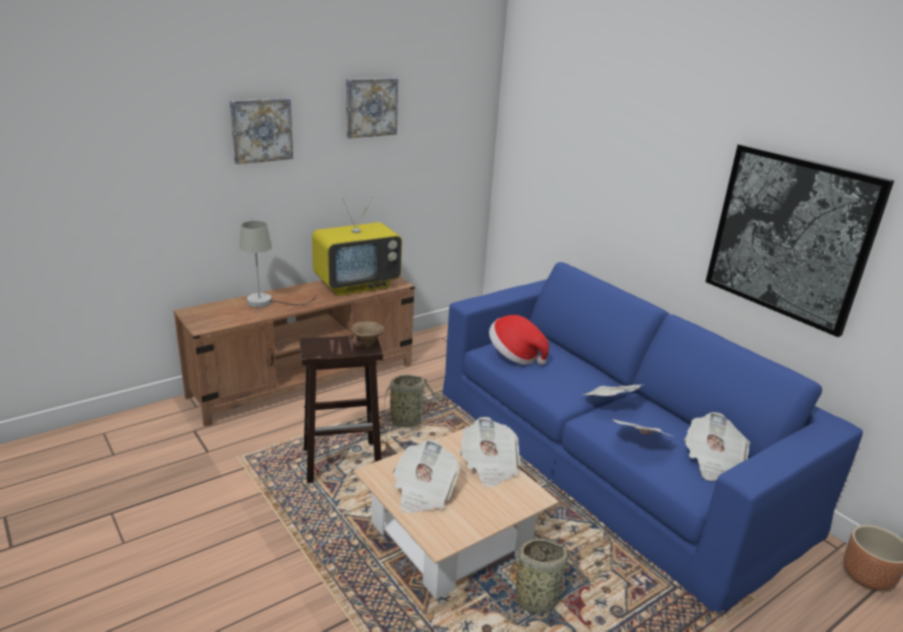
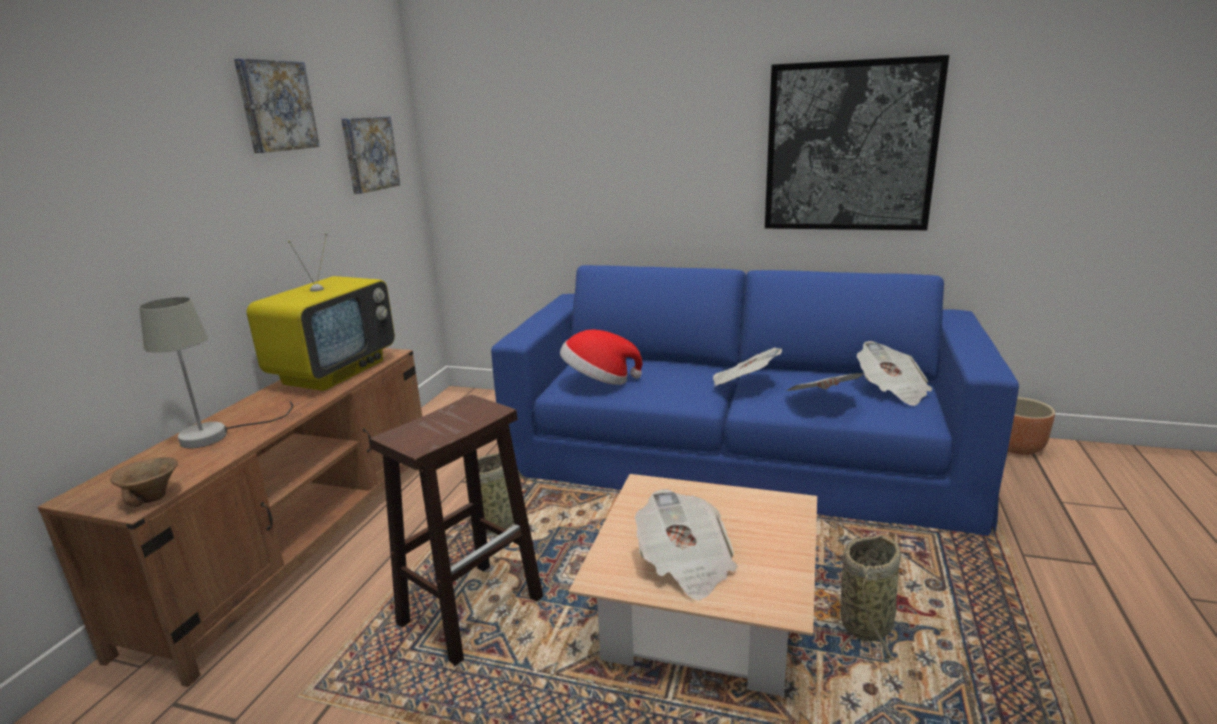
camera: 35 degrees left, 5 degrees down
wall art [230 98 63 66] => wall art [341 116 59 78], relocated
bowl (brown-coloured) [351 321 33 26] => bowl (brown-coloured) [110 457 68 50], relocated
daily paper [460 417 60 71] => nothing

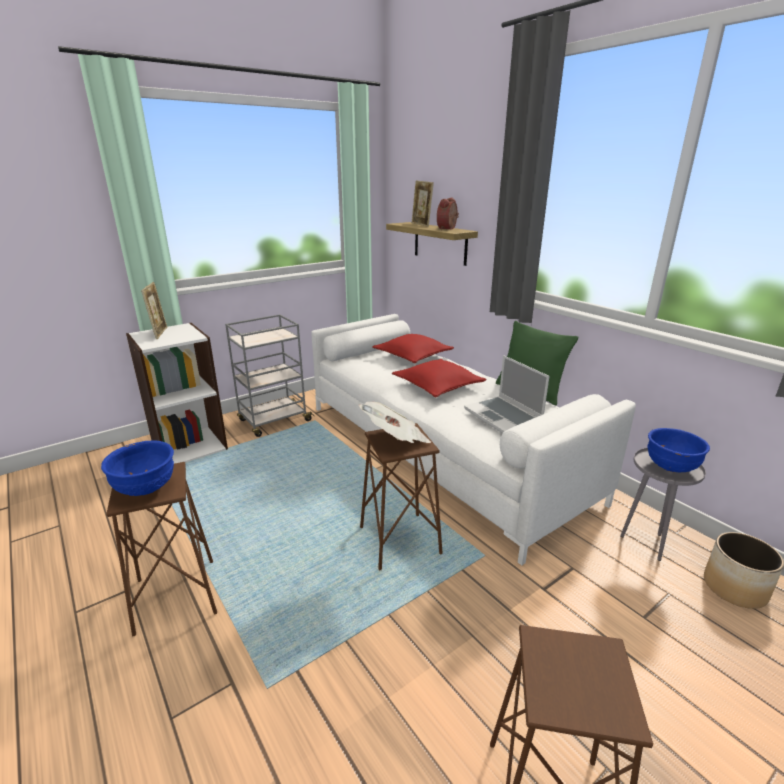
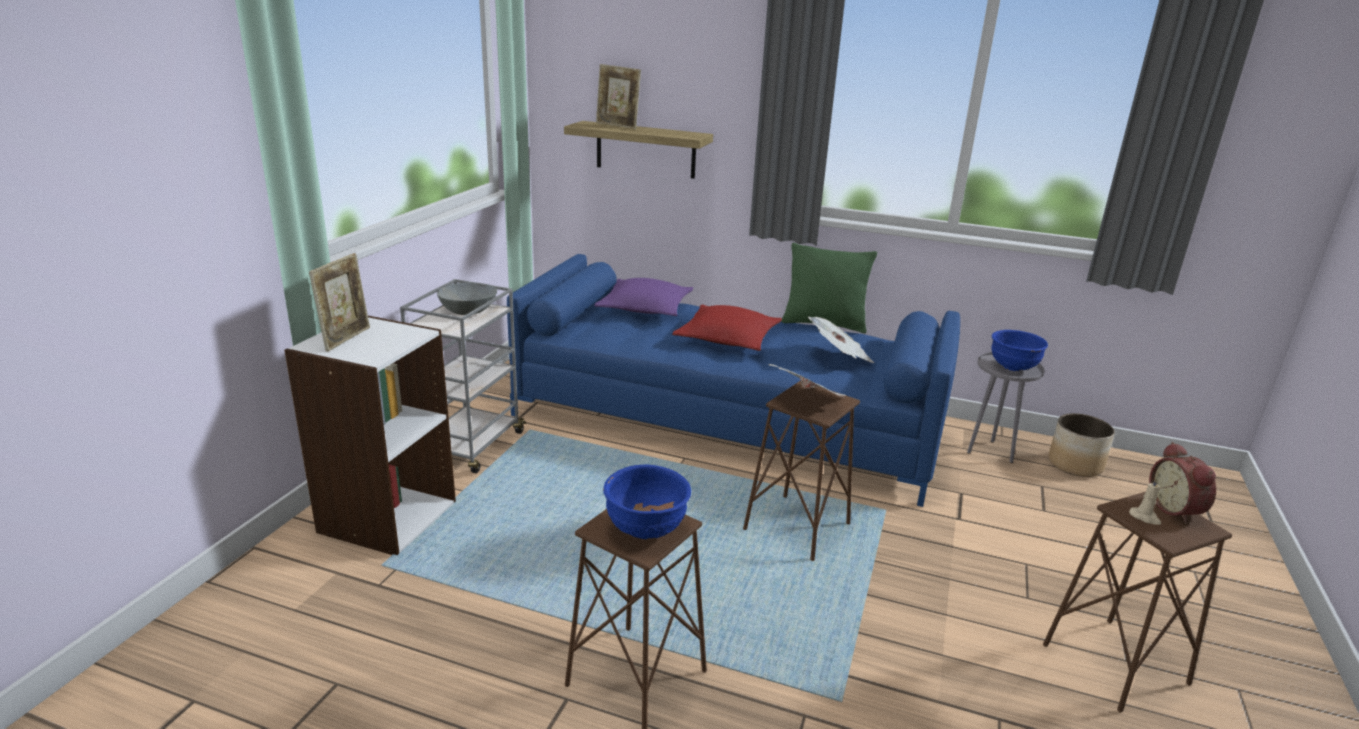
camera: 35 degrees left, 0 degrees up
bedside clock [437 198 22 32] => bedside clock [1149 442 67 82], relocated
standing frame [141 282 26 57] => standing frame [309 253 61 99], 60 degrees clockwise
settee (whitish) [311 314 324 251] => settee (blue-coloured) [507 254 453 253]
cushion (reddish) [372 334 82 29] => cushion (purple-coloured) [594 278 99 38]
portable computer [464 355 86 78] => daily paper [808 317 66 46]
nothing => bowl (greyish) [437 282 60 33]
nothing => wax candle (beige) [1129 477 32 48]

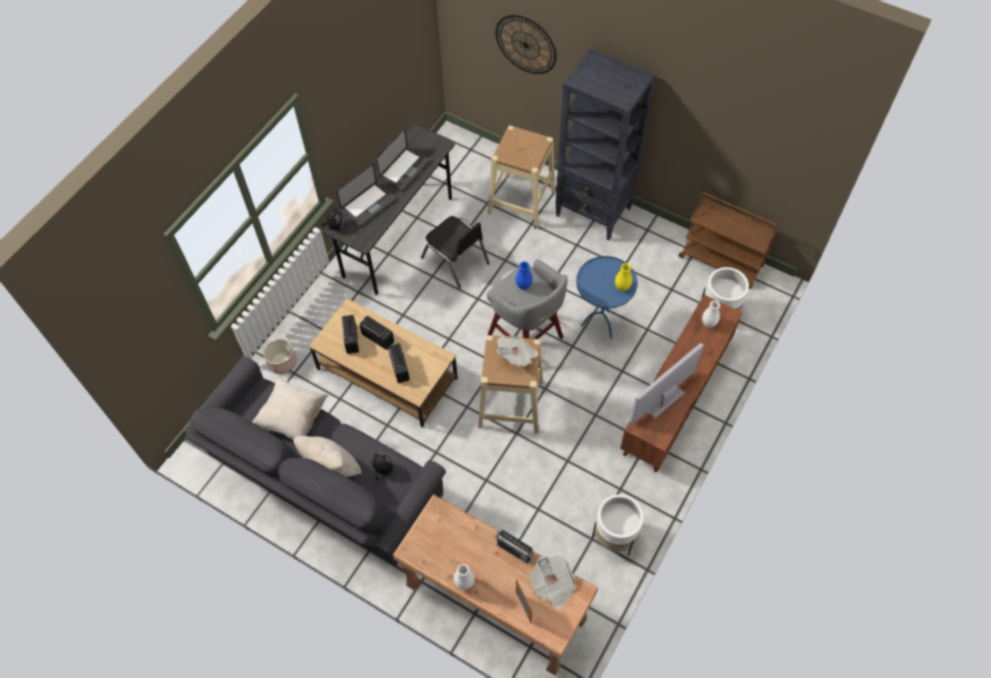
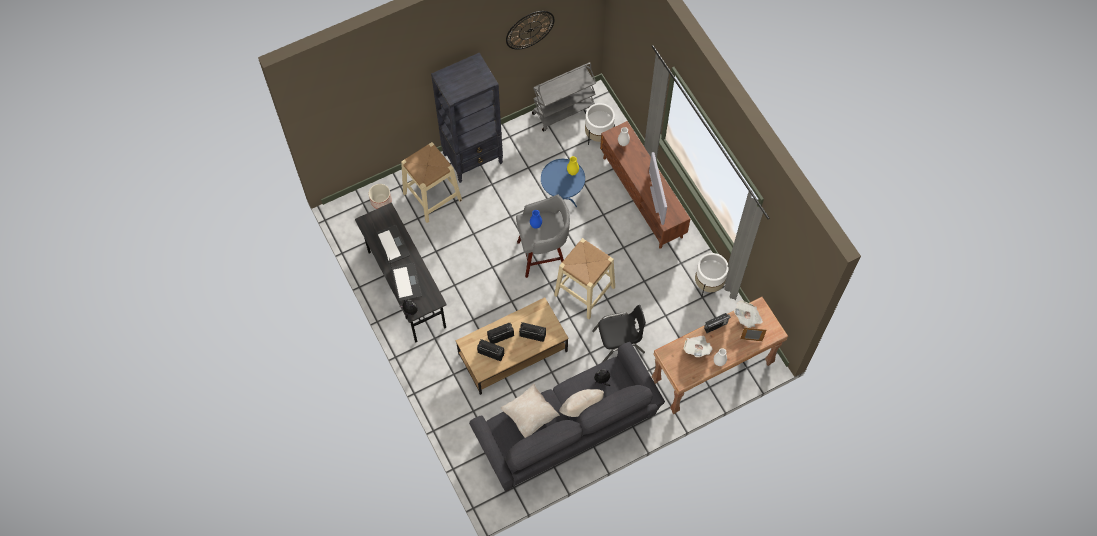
camera: 60 degrees left, 5 degrees up
wall clock [496 15 60 59] => wall clock [506 11 48 39], relocated
wheeled cart (brown-coloured) [679 192 98 97] => wheeled cart (greyish) [532 62 64 70]
chair (black-coloured) [421 216 69 73] => chair (black-coloured) [592 305 54 58], relocated
daily paper [497 336 42 31] => daily paper [684 335 29 22], relocated
planter [263 339 33 35] => planter [369 184 23 25], relocated

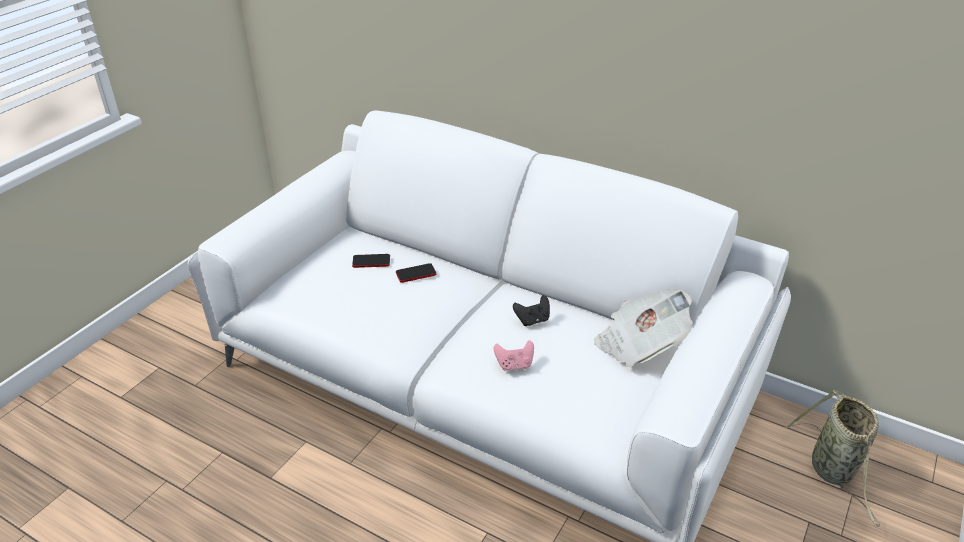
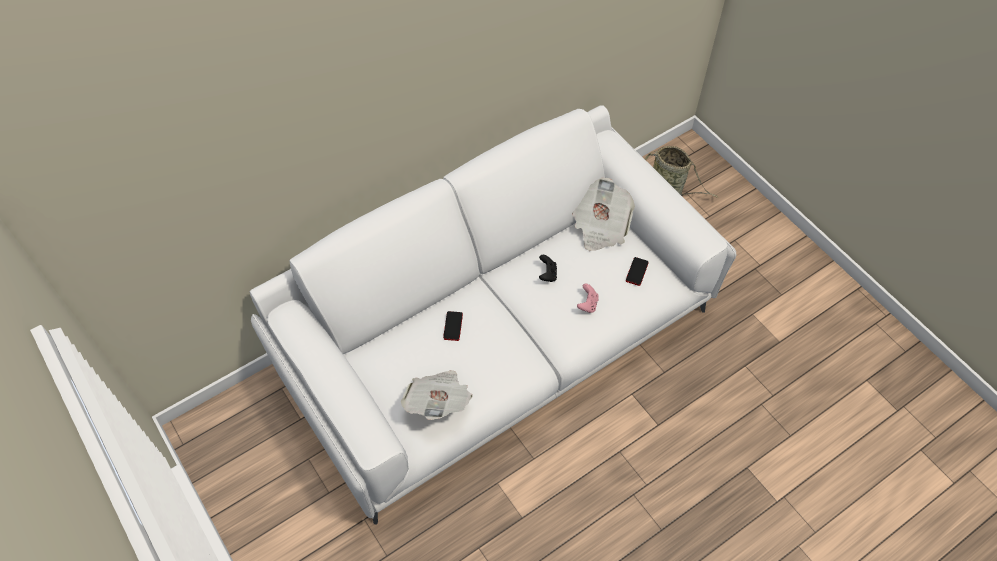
camera: 65 degrees left, 20 degrees up
telephone [352 254 38 14] => telephone [626 257 23 29], relocated
nothing => daily paper [401 370 72 50]

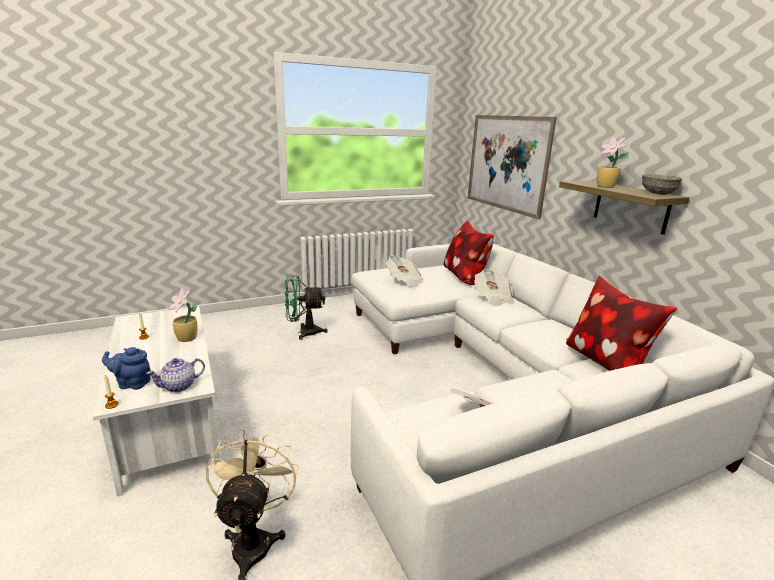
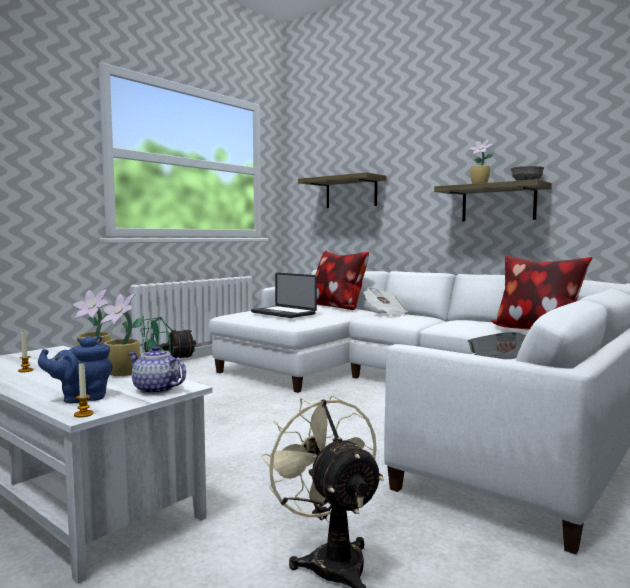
camera: 25 degrees left, 15 degrees down
wall art [468 115 89 105] => shelf [298 172 89 36]
daily paper [386 255 37 33] => portable computer [251 273 66 45]
tea pot [146 358 59 34] => tea pot [127 346 59 48], 90 degrees clockwise
nothing => potted plant [100 294 44 82]

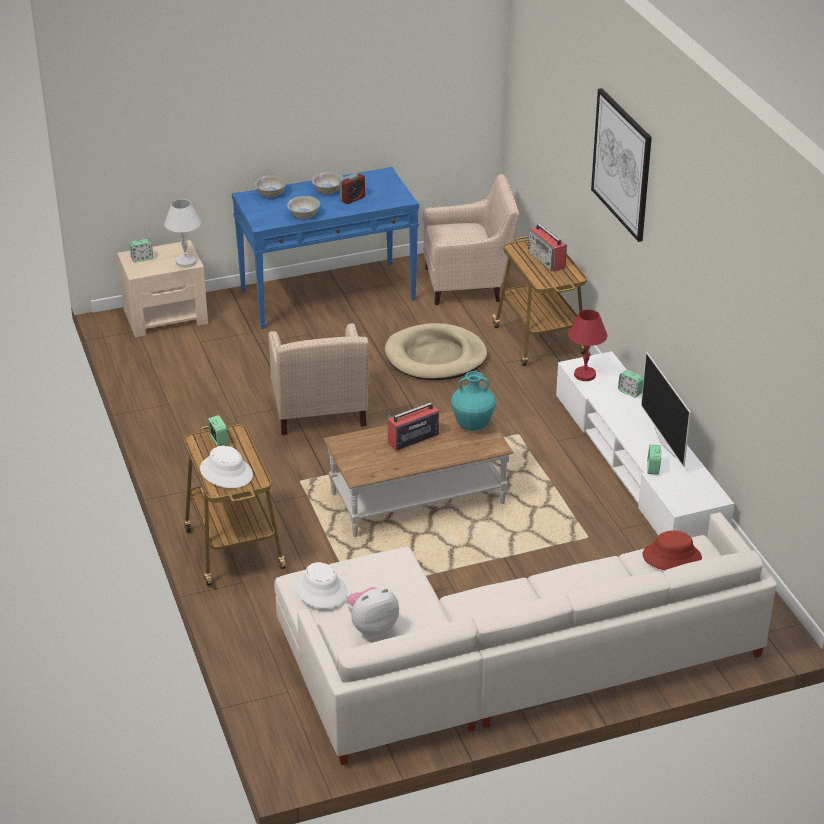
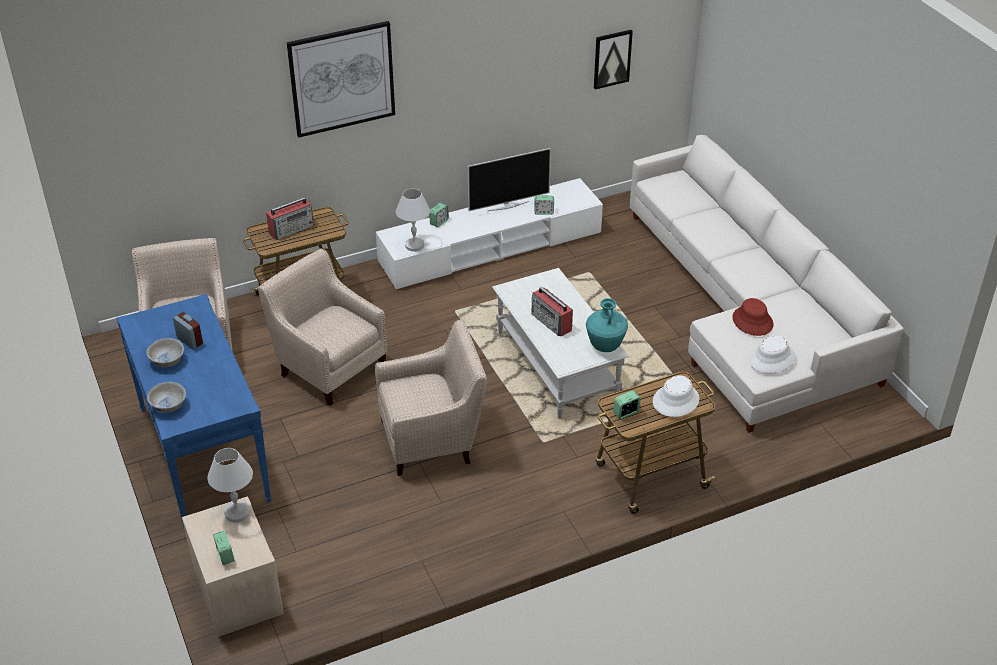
camera: 95 degrees left, 5 degrees up
bowl (whitish) [287 196 33 23] => nothing
tabletop lamp (reddish) [568 309 39 72] => tabletop lamp (whitish) [396 188 34 63]
dog bed (beige) [385 323 102 57] => easy chair (beige) [258 249 129 157]
decorative vase (blue-green) [451 371 45 60] => decorative vase (blue-green) [586 298 42 54], relocated
low table (brown-coloured) [323 411 191 126] => low table (whitish) [492 268 137 151]
hat (reddish) [642 530 60 40] => hat (reddish) [732 298 42 38], relocated
soft toy [347 587 52 49] => nothing
nothing => wall art [594 30 39 59]

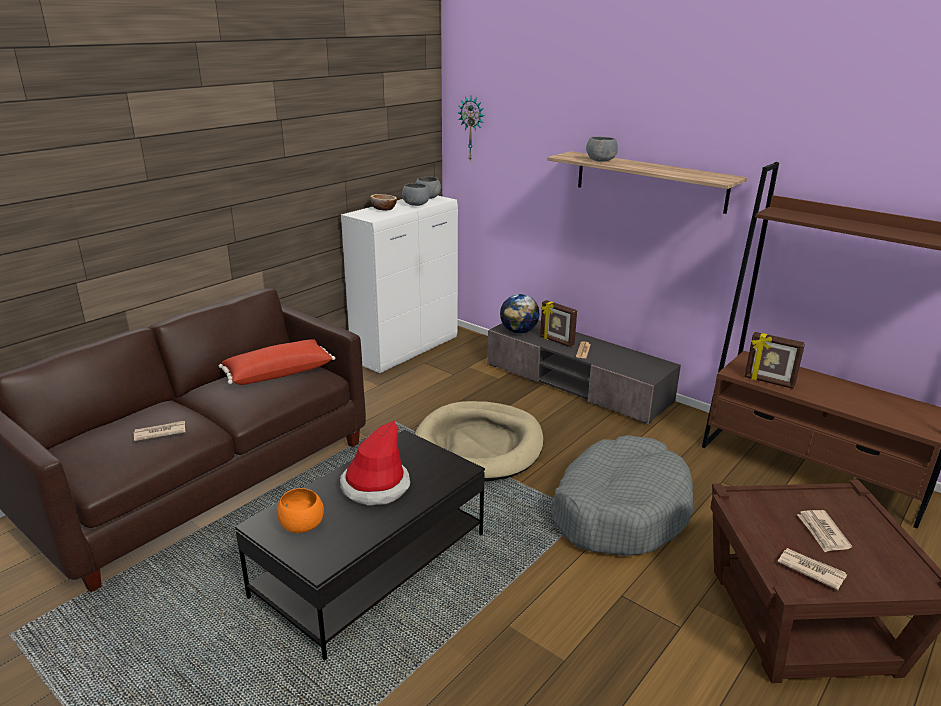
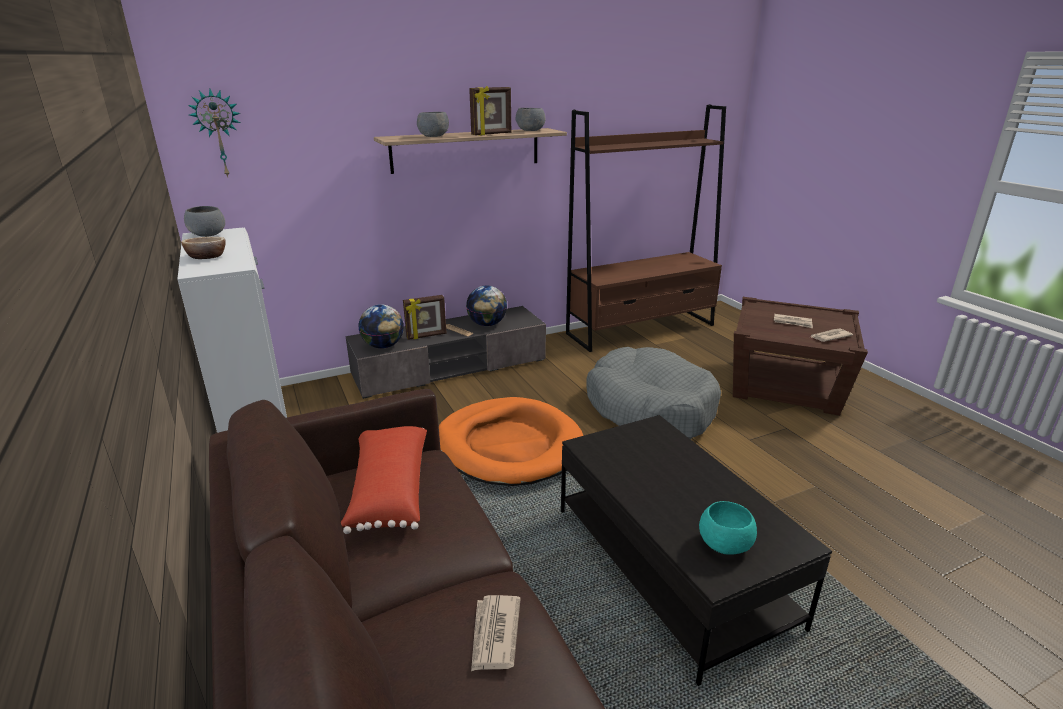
camera: 65 degrees left, 0 degrees up
bowl (greyish) [402 183 28 23] => bowl (greyish) [516 108 30 23], relocated
standing frame [744 332 61 57] => standing frame [469 86 42 50], relocated
dog bed (beige) [415 401 128 81] => dog bed (orangey) [439 397 144 89]
hat [340 421 70 84] => nothing
bowl (orangey) [277 488 47 45] => bowl (blue-green) [699 501 58 54]
nothing => desk globe [466 286 41 40]

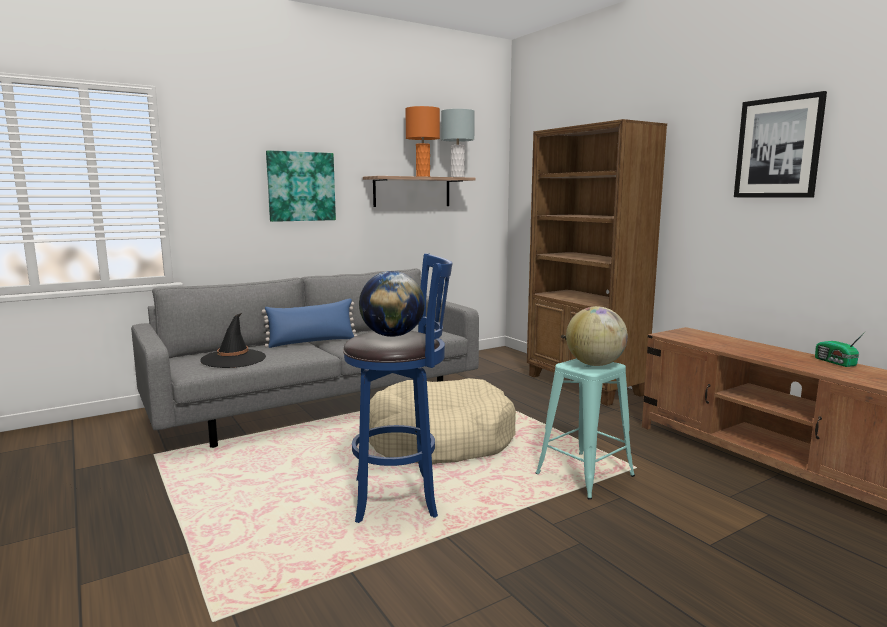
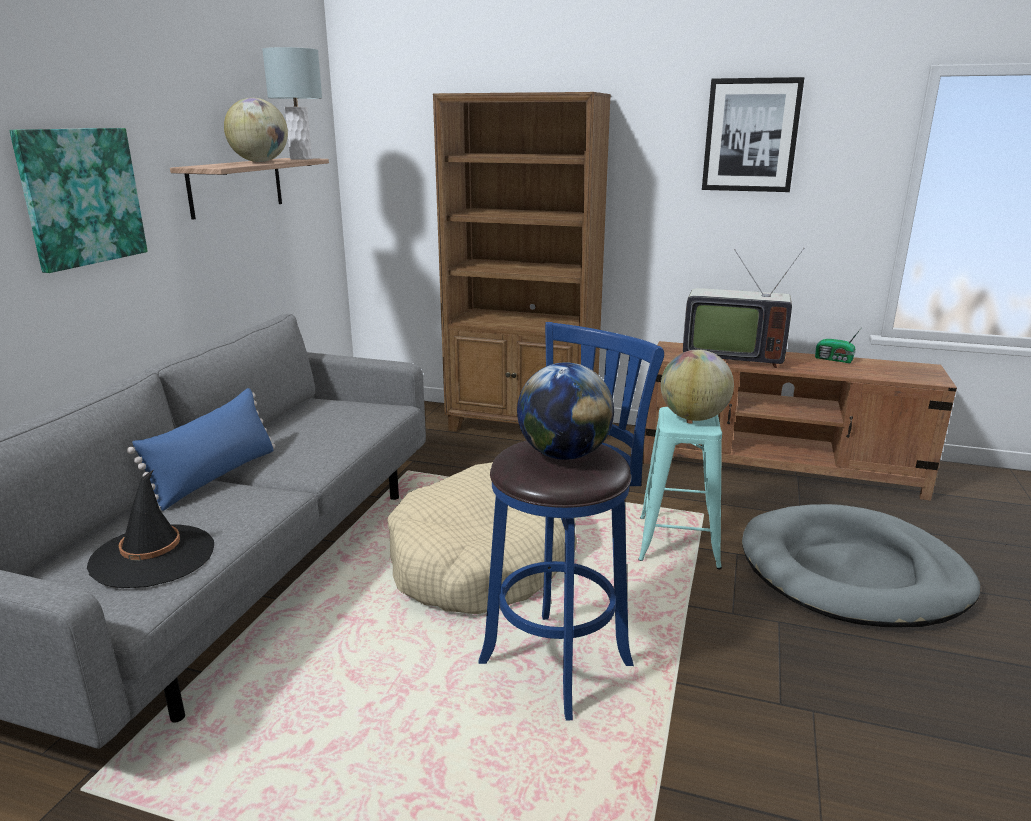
camera: 40 degrees left, 10 degrees up
tabletop lamp (orangey) [405 106 35 71] => desk globe [224 98 64 64]
nothing => TV set [683 248 121 120]
nothing => dog bed (greyish) [742 504 238 123]

